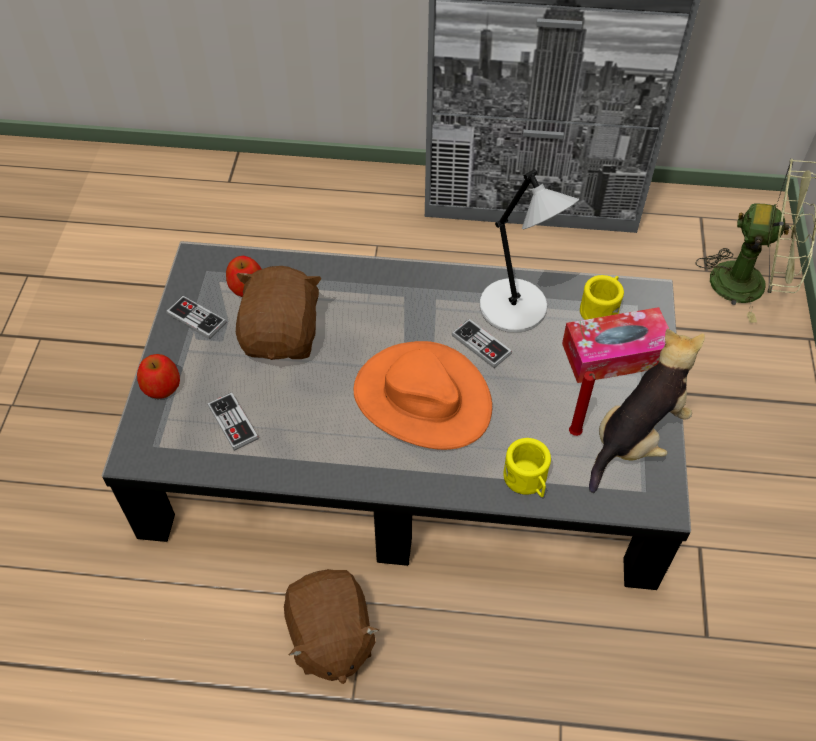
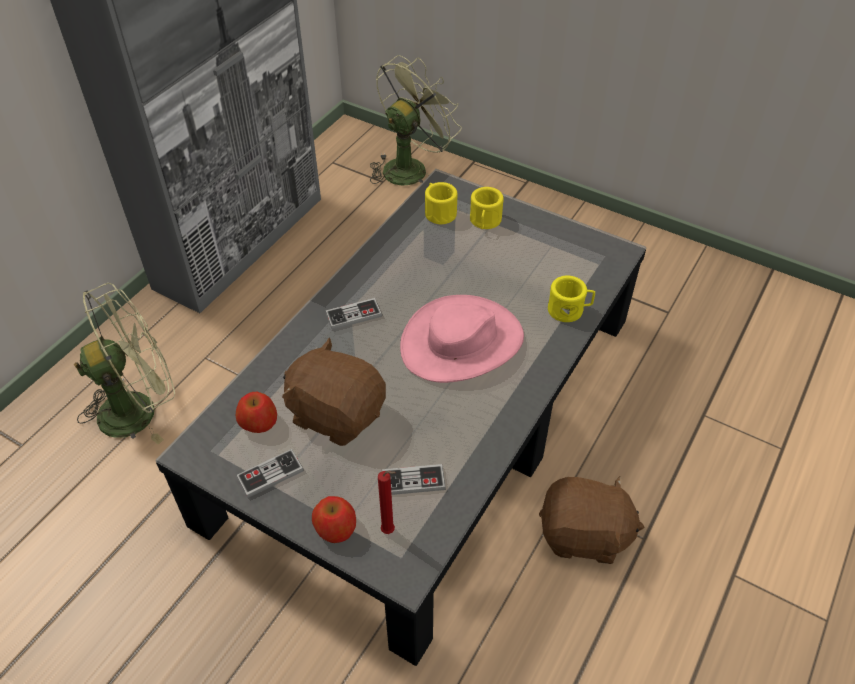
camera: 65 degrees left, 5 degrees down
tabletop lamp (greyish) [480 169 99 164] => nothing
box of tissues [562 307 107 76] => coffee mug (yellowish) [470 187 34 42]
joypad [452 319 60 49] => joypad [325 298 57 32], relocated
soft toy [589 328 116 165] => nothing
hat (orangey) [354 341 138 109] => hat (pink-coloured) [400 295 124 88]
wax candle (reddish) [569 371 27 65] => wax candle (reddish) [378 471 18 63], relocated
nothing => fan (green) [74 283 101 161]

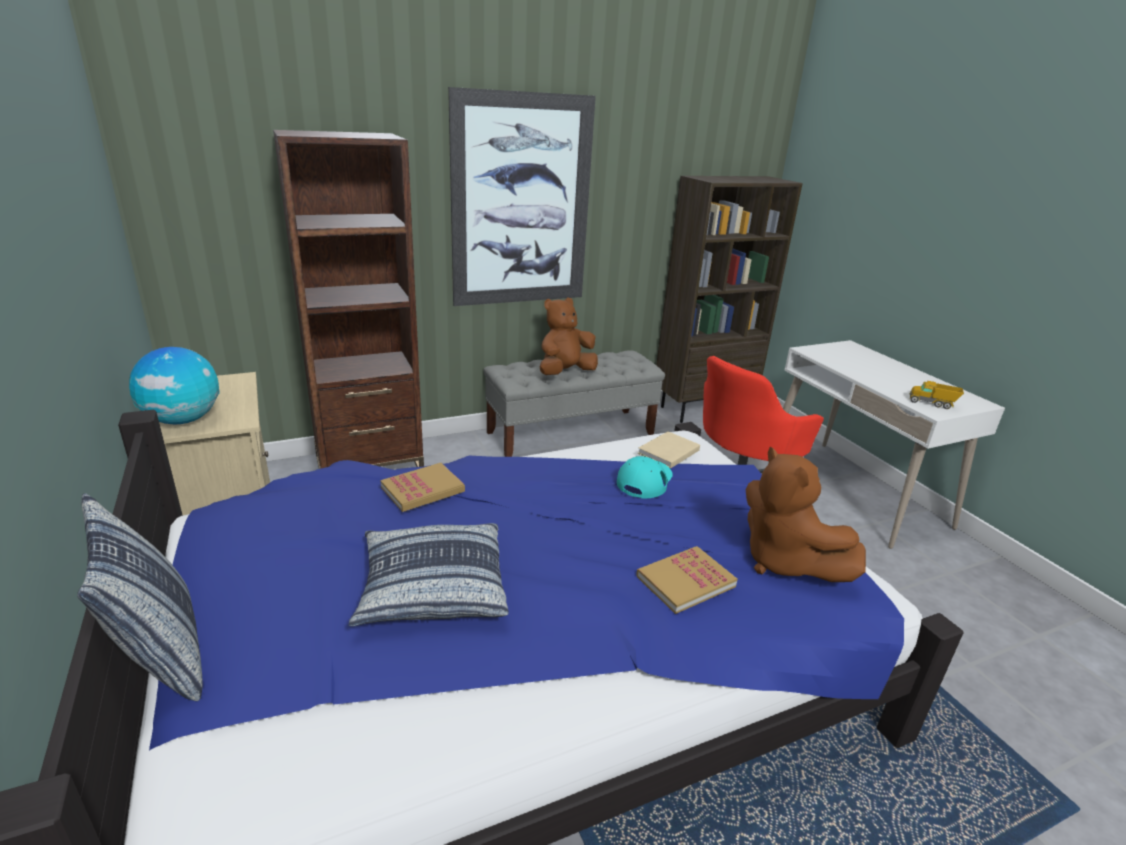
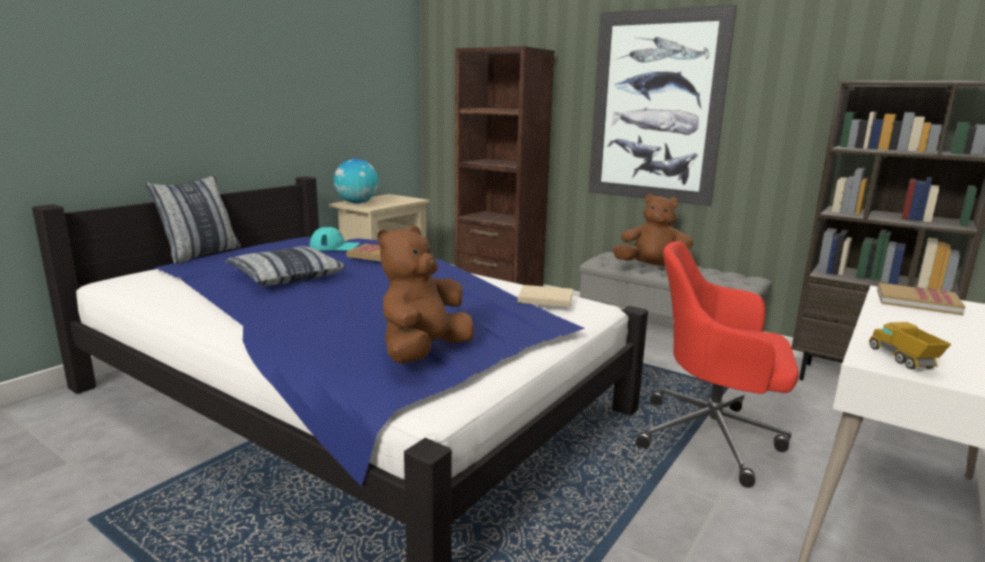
camera: 60 degrees right, 10 degrees down
cap (blue-green) [617 456 56 42] => cap (blue-green) [310 227 50 24], relocated
bound book [636 546 102 68] => bound book [877 283 88 32], relocated

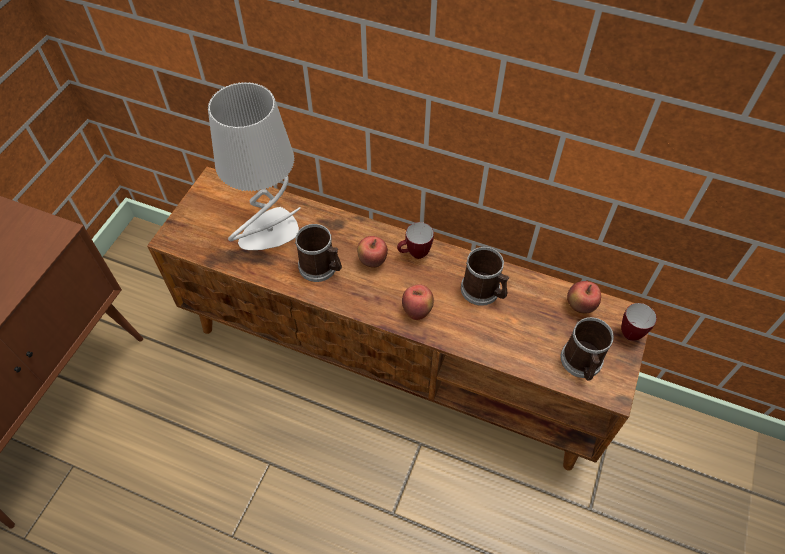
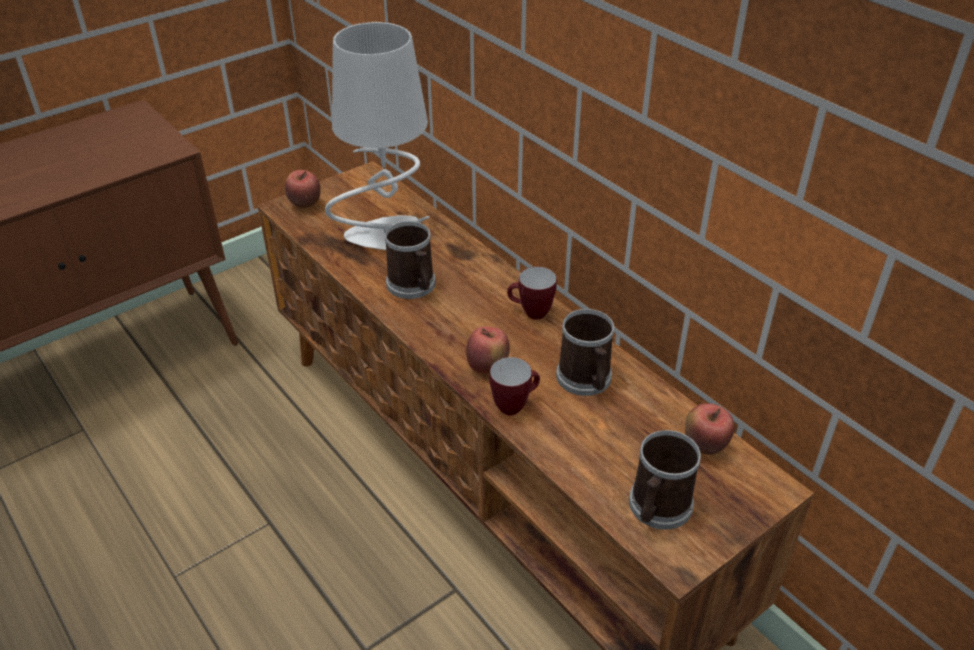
camera: 30 degrees right, 15 degrees down
whole apple [357 236 31 32] => whole apple [285 170 36 39], relocated
coffee mug [621 303 36 38] => coffee mug [489 357 51 58], relocated

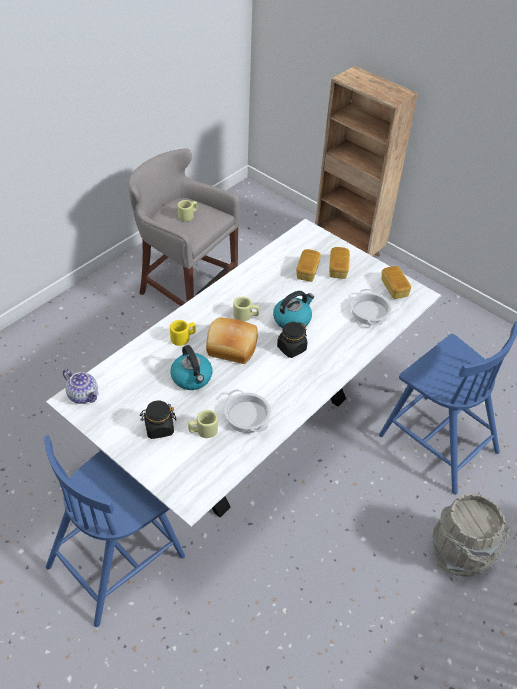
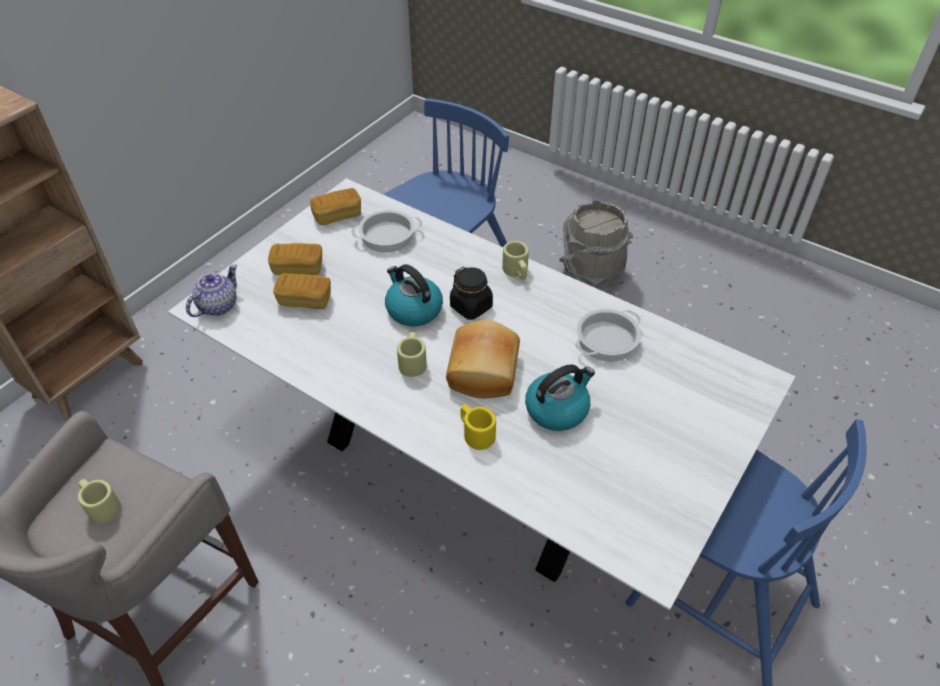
camera: 95 degrees left, 0 degrees up
tea pot [63 369 36 35] => tea pot [186 264 51 53], relocated
jar (black-coloured) [140 400 36 39] => nothing
coffee mug (beige) [188 410 30 28] => coffee mug (beige) [502 241 27 39], relocated

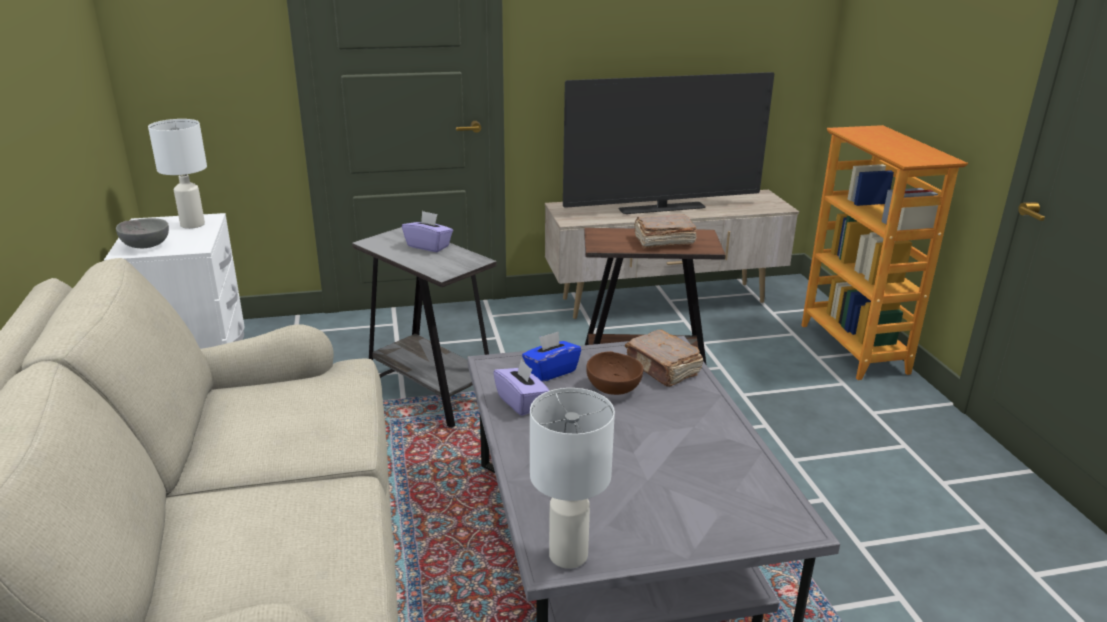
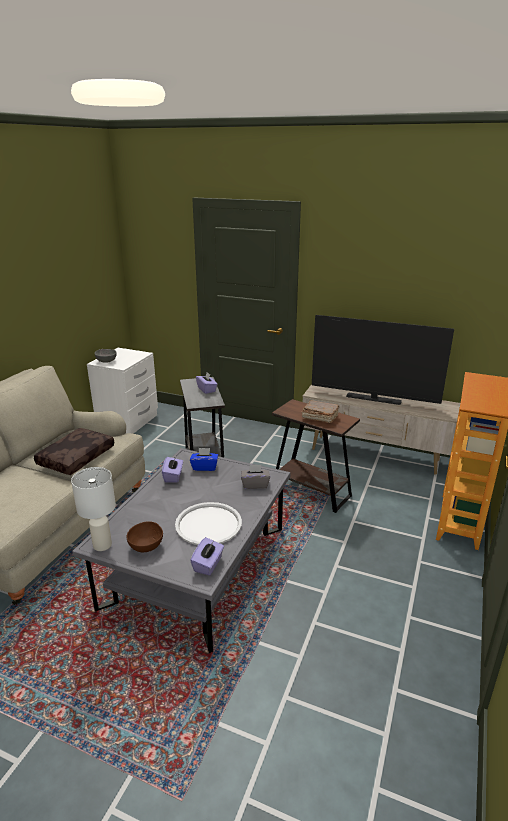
camera: 35 degrees right, 0 degrees up
tabletop lamp (whitish) [148 119 59 110] => nothing
bound book (brown-coloured) [625 330 78 57] => box of tissues (greyish) [241 464 29 25]
bowl (brown-coloured) [586 351 57 44] => bowl (brown-coloured) [127 521 36 31], relocated
nothing => cushion (brown-coloured) [34 428 80 47]
nothing => carrying tray (whitish) [175 502 67 43]
nothing => box of tissues (purple-coloured) [190 537 34 39]

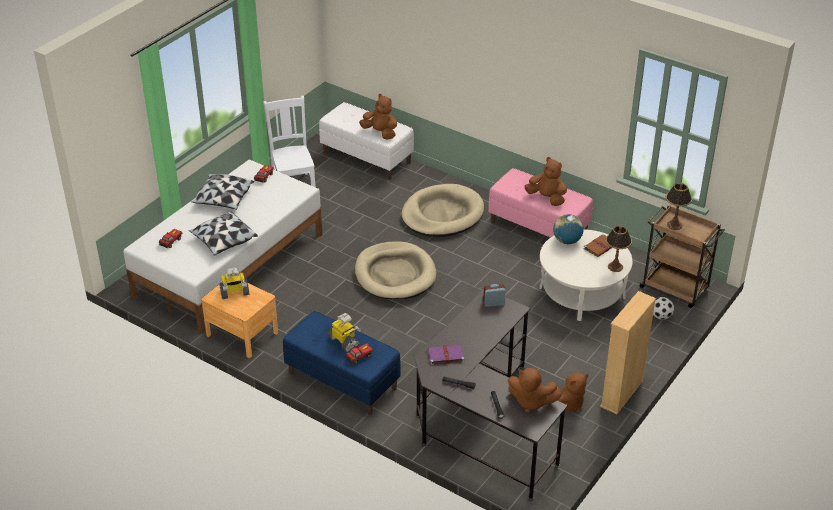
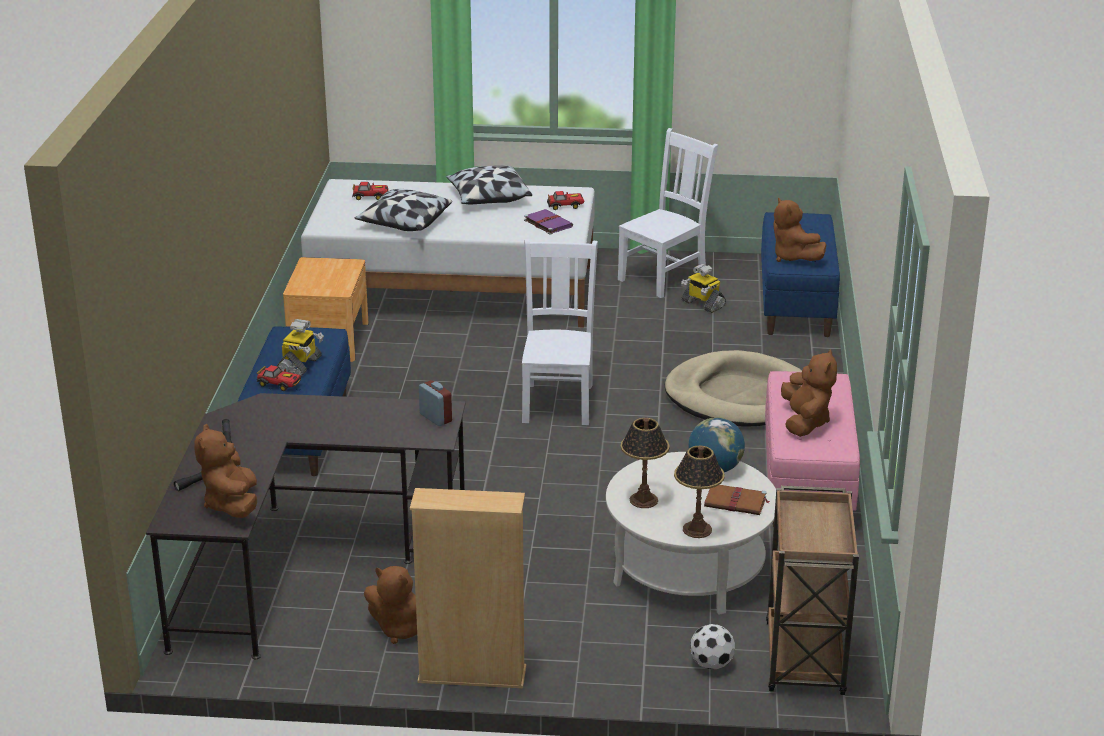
camera: 60 degrees right, 10 degrees down
soft toy (brown-coloured) [359 94 38 46] => soft toy (brown-coloured) [773 197 53 65], 150 degrees clockwise
indoor bench (whitish) [319 102 95 78] => indoor bench (blue-coloured) [761 212 79 125]
tabletop lamp [666 183 26 47] => tabletop lamp [620 418 50 90], relocated
dog bed (beige) [355 241 81 58] => chair (whitish) [522 239 76 186]
toy robot [219 267 31 32] => toy robot [681 264 45 49], relocated
bound book (purple-coloured) [428 344 36 21] => bound book (purple-coloured) [524 209 49 26], relocated

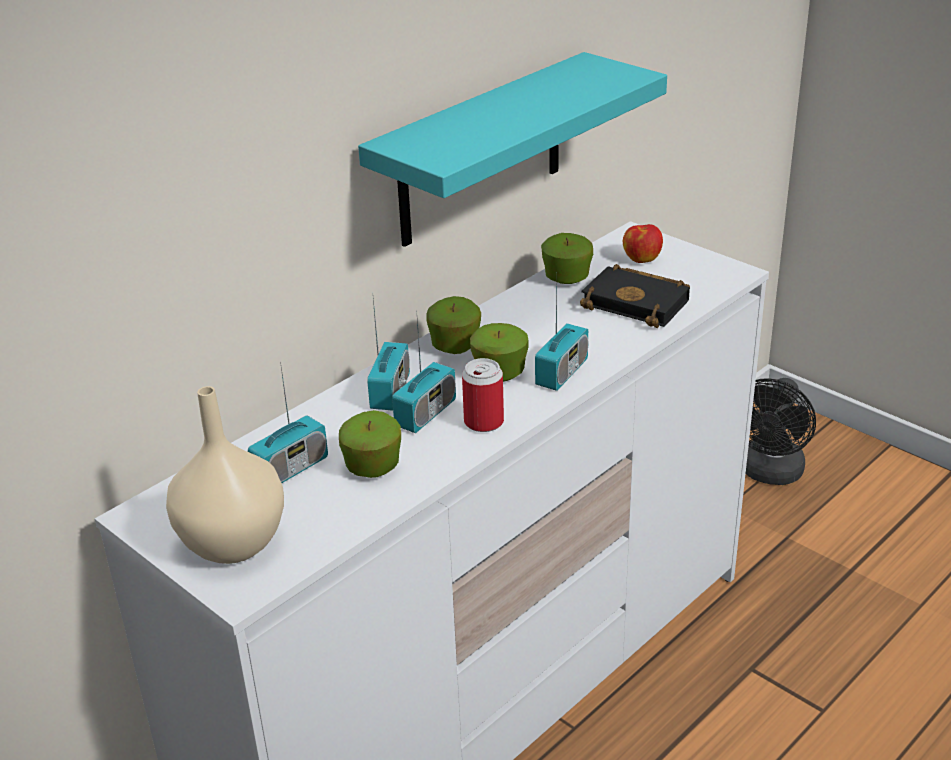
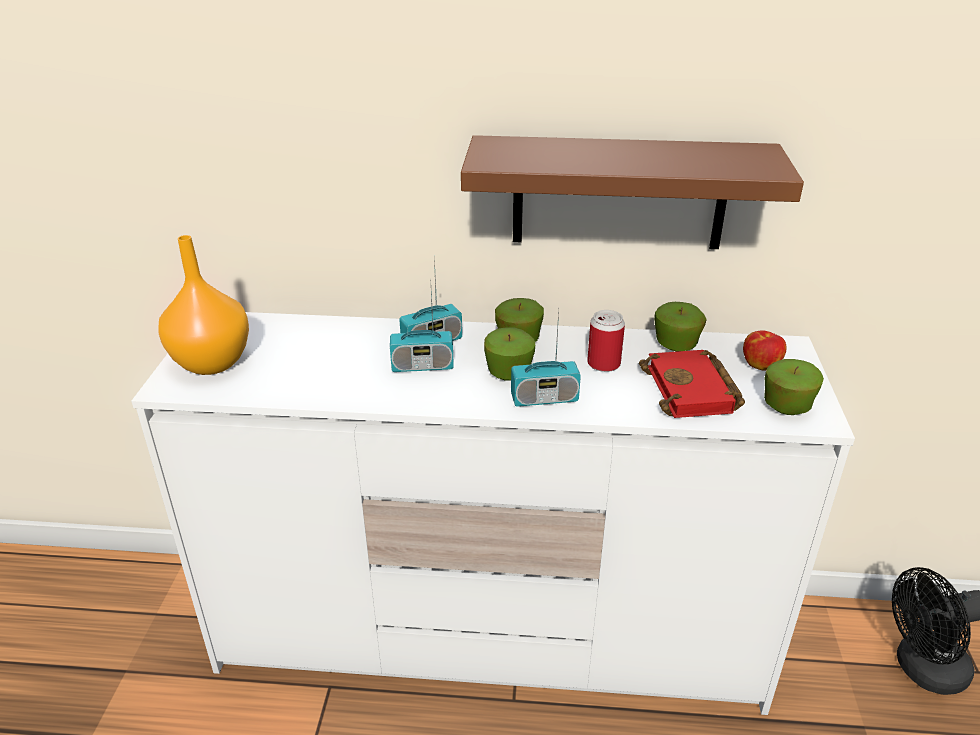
camera: 50 degrees right, 0 degrees up
shelf (blue-green) [358 52 309 195] => shelf (brown-coloured) [461 135 343 114]
bound book (black-coloured) [580 264 110 64] => bound book (reddish) [639 350 106 68]
metal can [462 358 42 74] => metal can [587 310 38 62], relocated
radio [248 361 80 122] => nothing
decorative vase (beige) [166 386 118 178] => decorative vase (orangey) [159 235 90 140]
whole apple [339 410 62 68] => whole apple [764 359 60 56], relocated

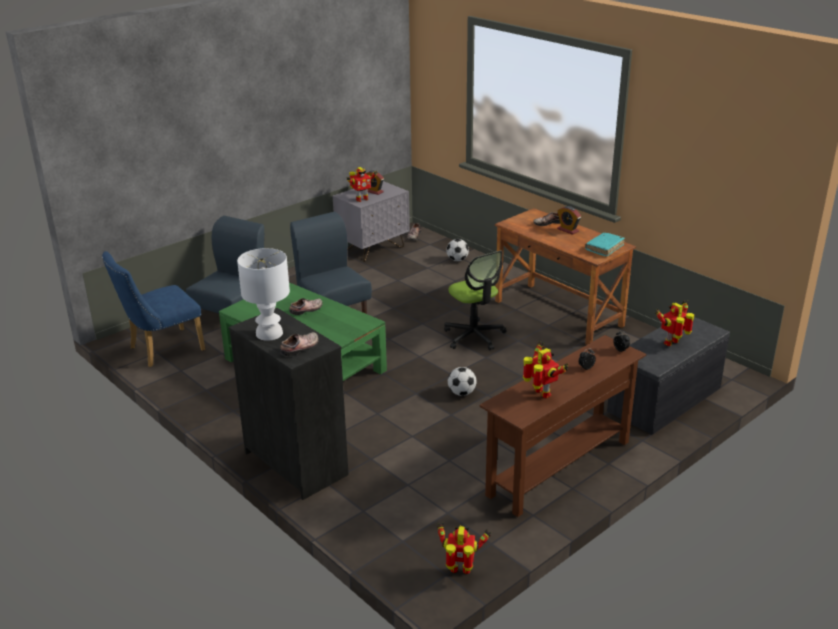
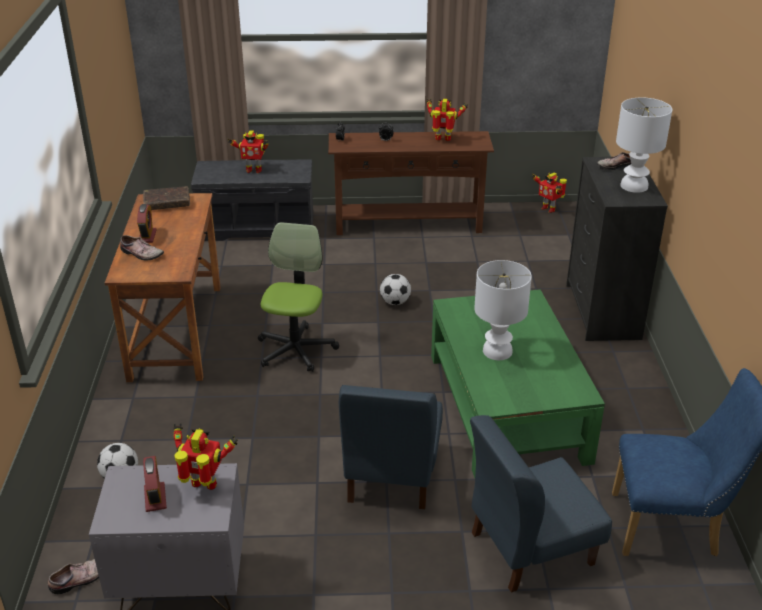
camera: 140 degrees left, 5 degrees up
bound book (blue-green) [585 233 40 24] => bound book (brown-coloured) [143 186 47 24]
shoe [289 298 33 17] => tabletop lamp (whitish) [474 260 58 100]
toy robot [523 341 45 58] => toy robot [426 99 42 42], 90 degrees clockwise

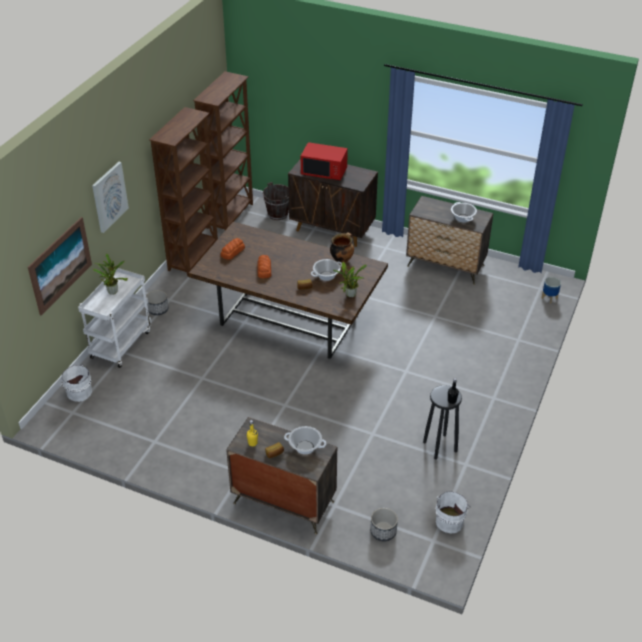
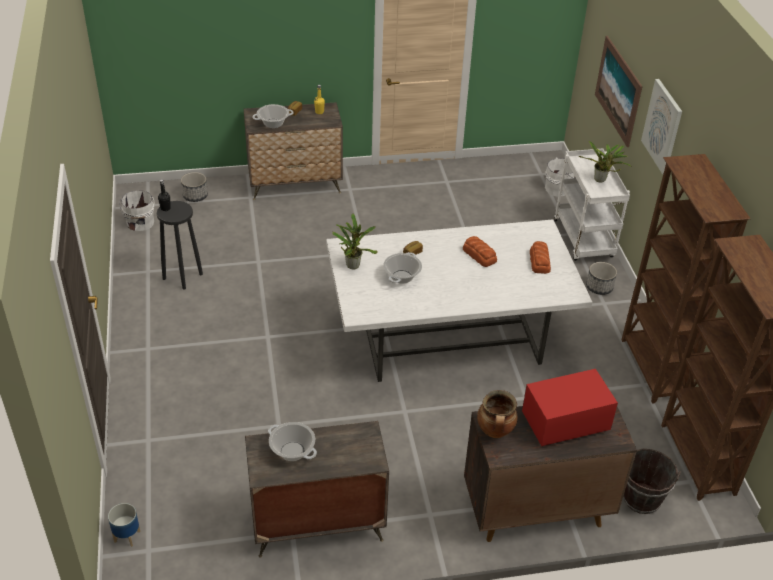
camera: 145 degrees right, 0 degrees up
dining table (brown-coloured) [188 222 200 137] => dining table (whitish) [326 219 267 163]
cooking pot [330 232 24 31] => cooking pot [477 390 41 48], relocated

